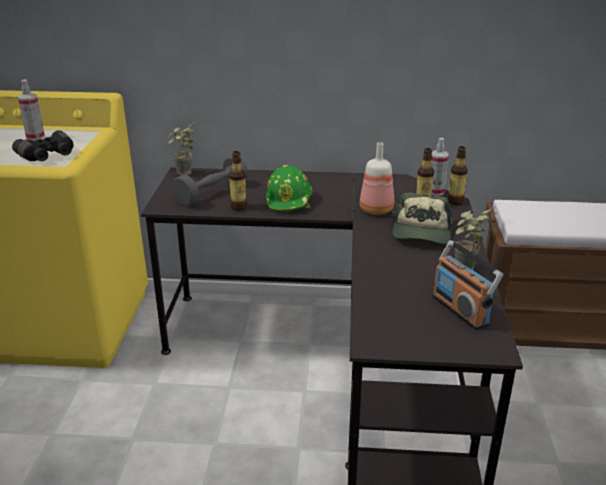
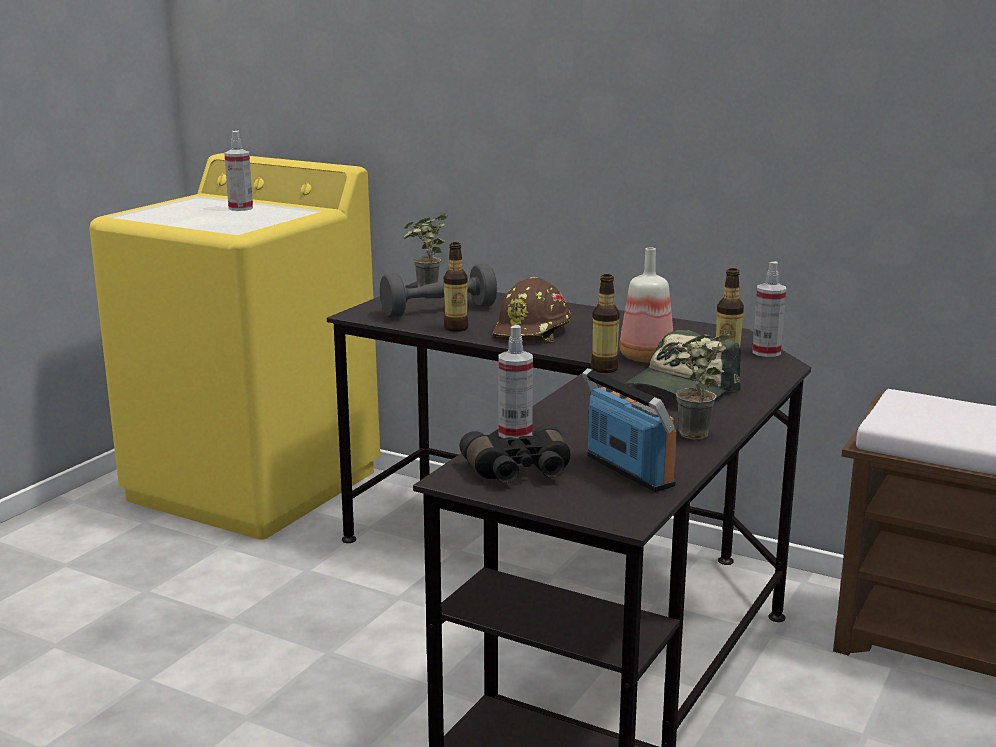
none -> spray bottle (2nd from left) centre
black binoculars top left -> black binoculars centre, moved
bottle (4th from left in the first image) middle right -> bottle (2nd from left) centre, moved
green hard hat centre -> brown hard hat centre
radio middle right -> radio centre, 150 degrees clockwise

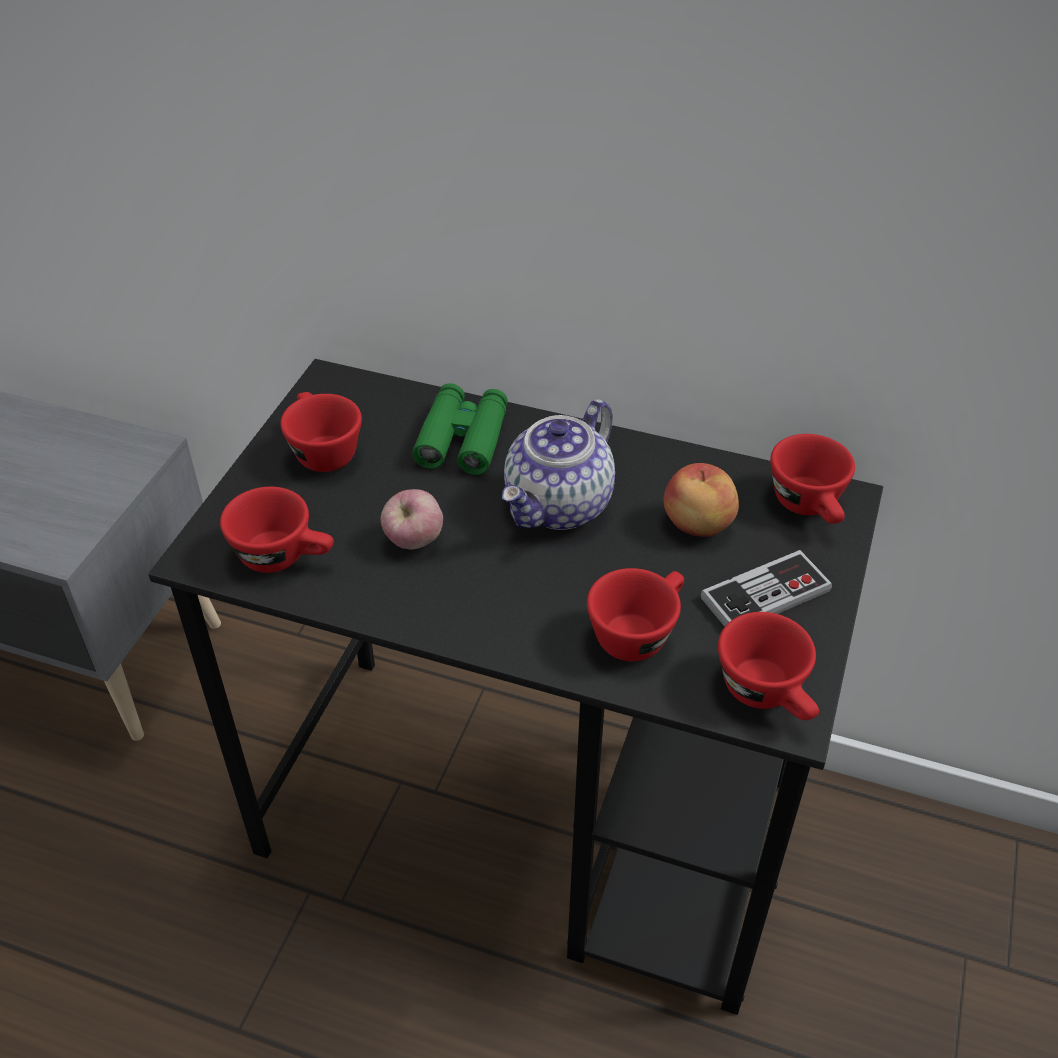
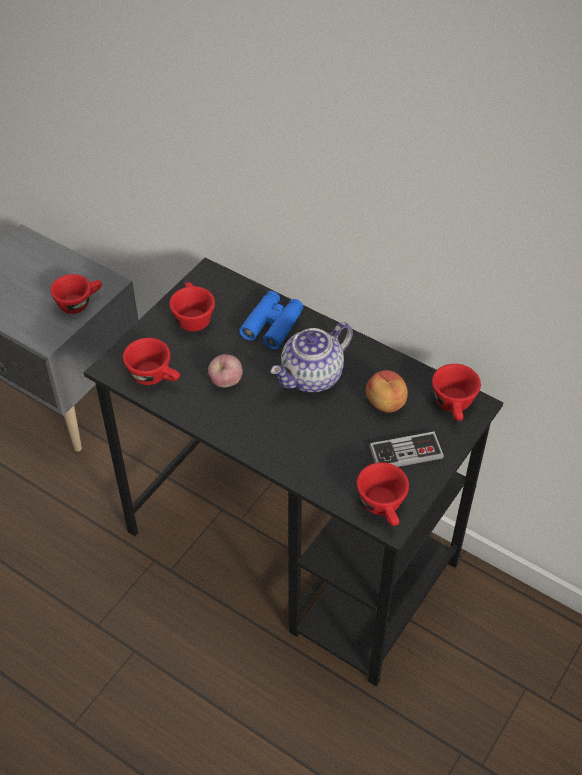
red cup (3rd from left in the first image) centre -> red cup (1st from left) middle left, moved
green binoculars centre -> blue binoculars centre

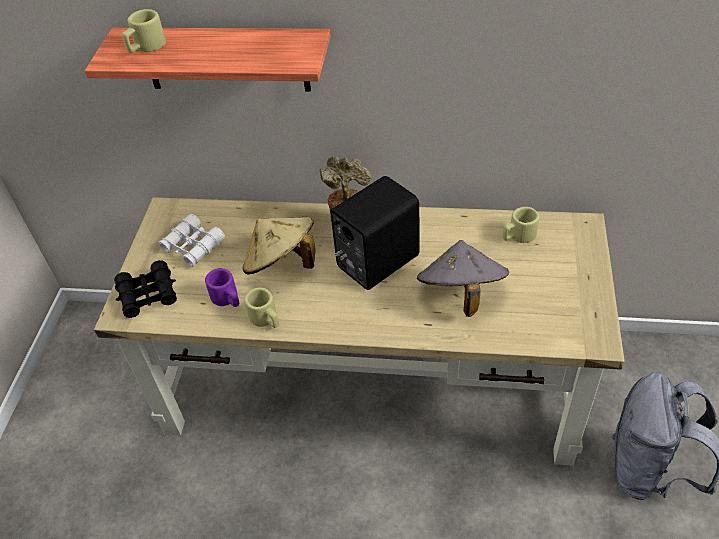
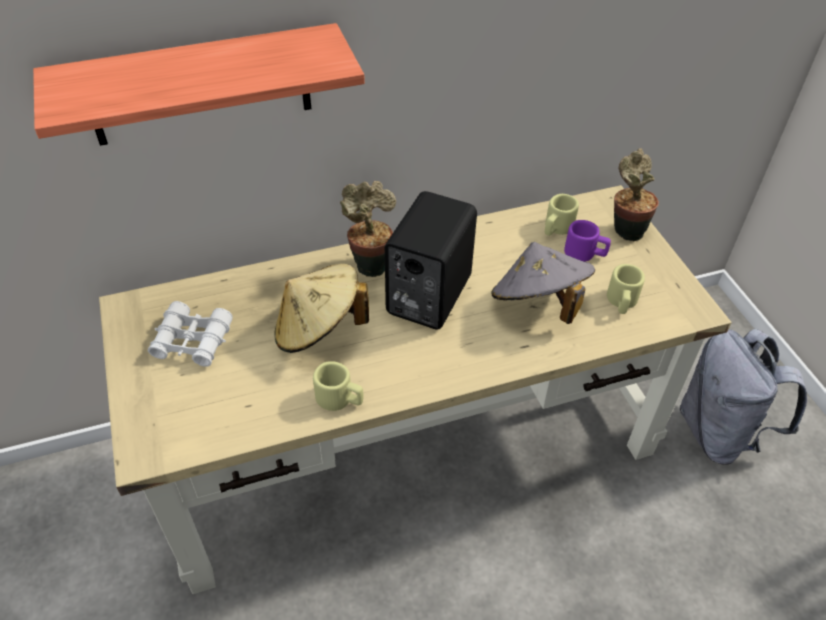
black binoculars middle left -> none
none -> potted plant (2nd from left) top right
beige mug (1st from left in the first image) top left -> beige mug (3rd from left) middle right, moved
purple mug middle left -> purple mug middle right, moved

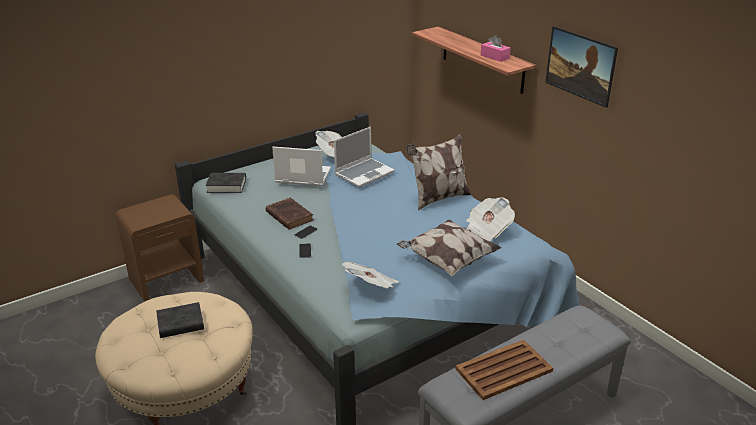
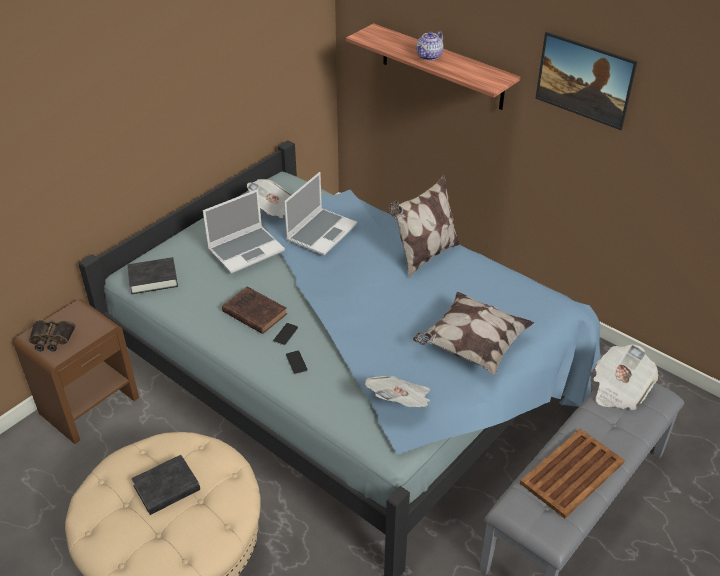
pink tissue box top centre -> none
none -> binoculars middle left
none -> teapot top centre
newspaper (3rd from left) centre -> newspaper (3rd from left) middle right, moved
laptop (1st from left) centre, 150 degrees clockwise

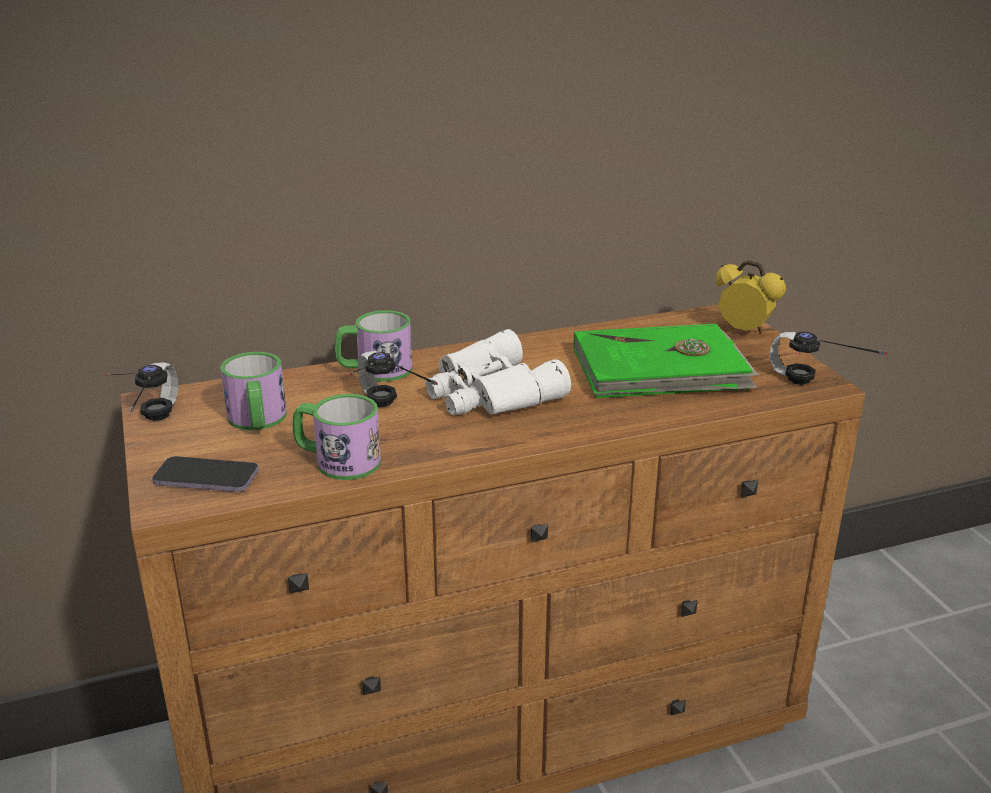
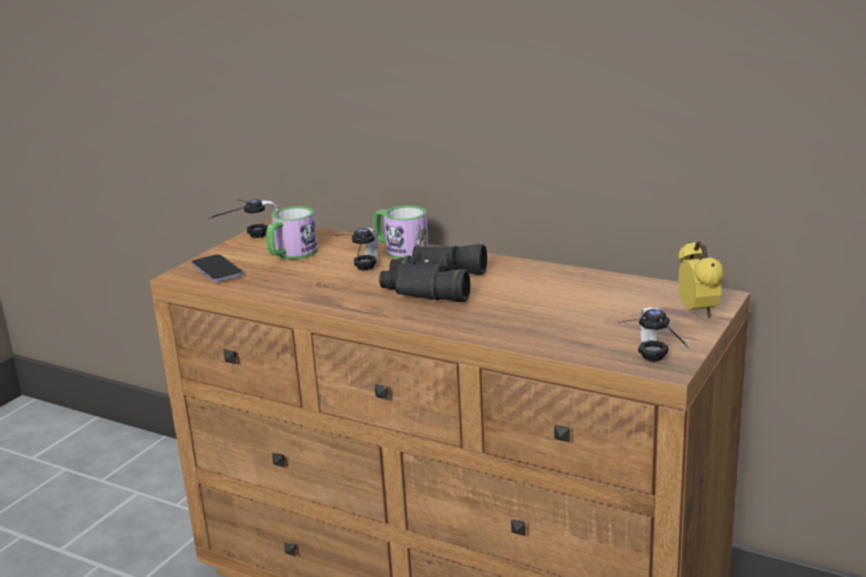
mug (2nd from left) centre -> none
green book middle right -> none
white binoculars centre -> black binoculars centre

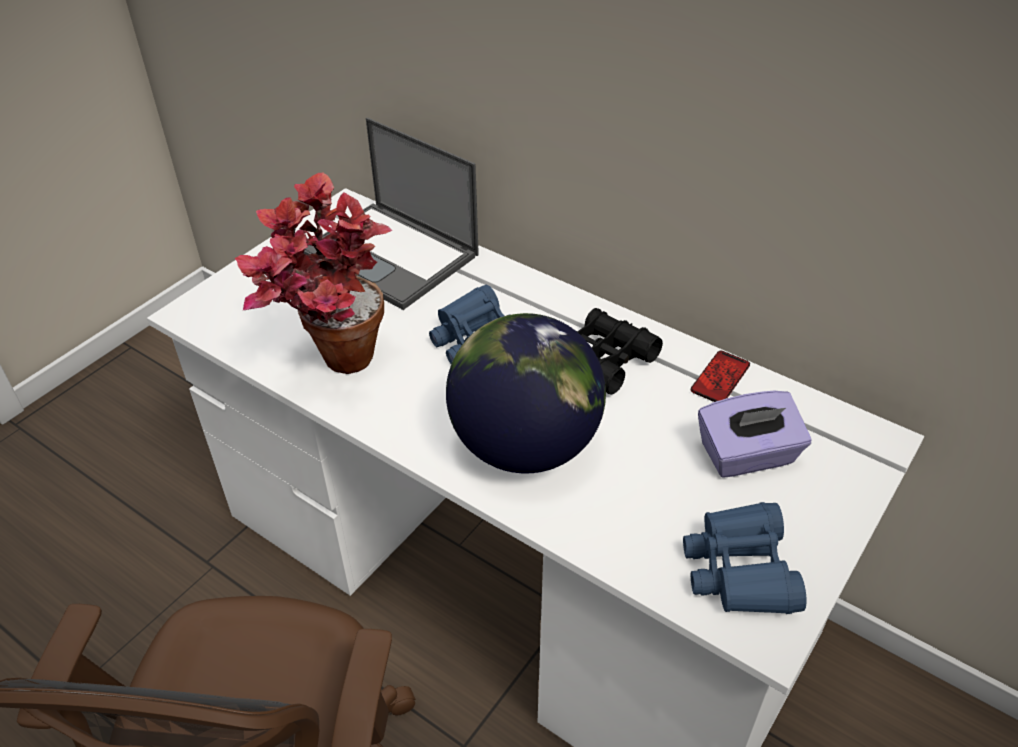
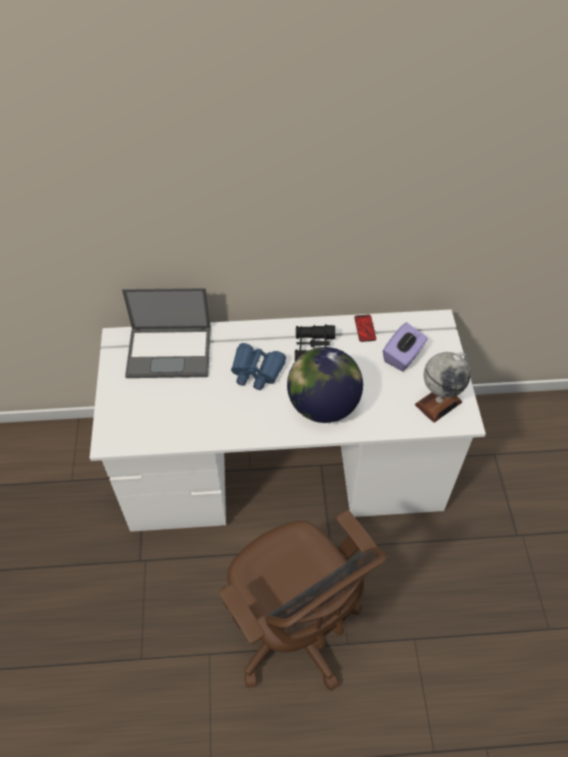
potted plant middle left -> none
blue binoculars (2nd from left) bottom right -> globe (2nd from left) middle right

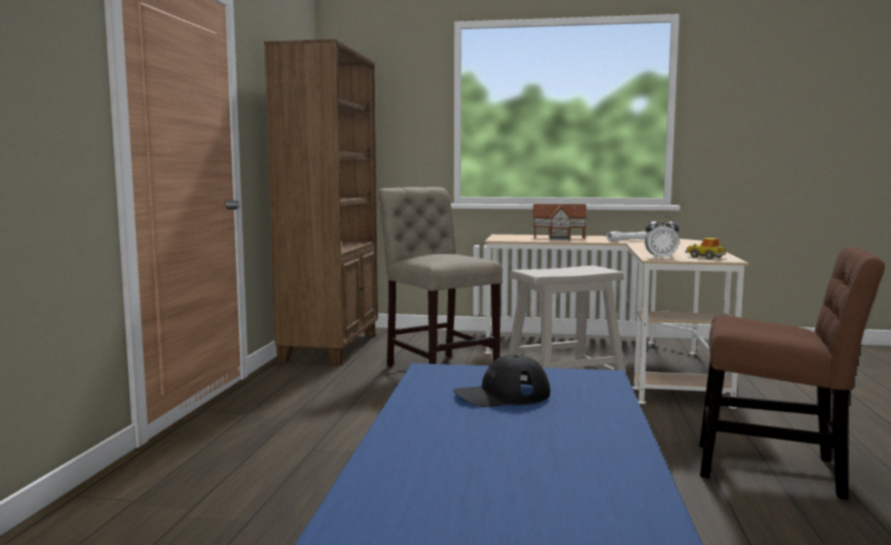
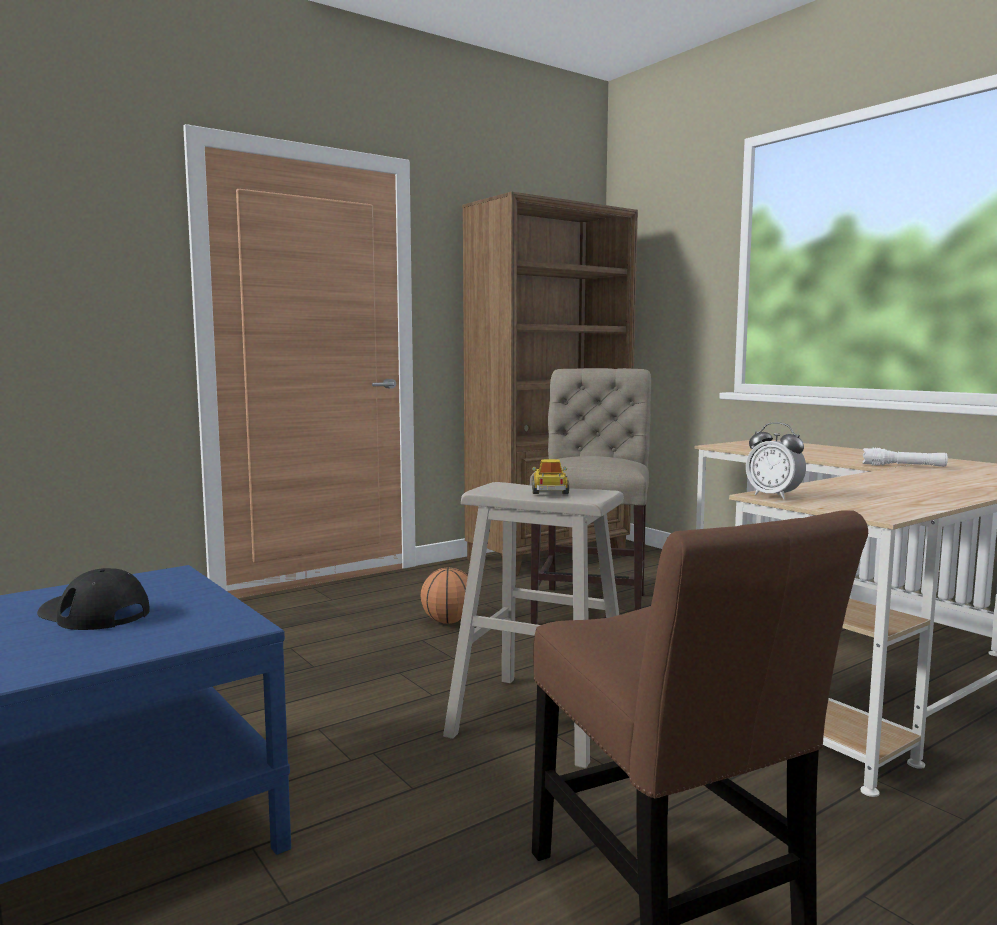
toy house centre -> none
none -> basketball centre
toy car middle right -> toy car centre, moved

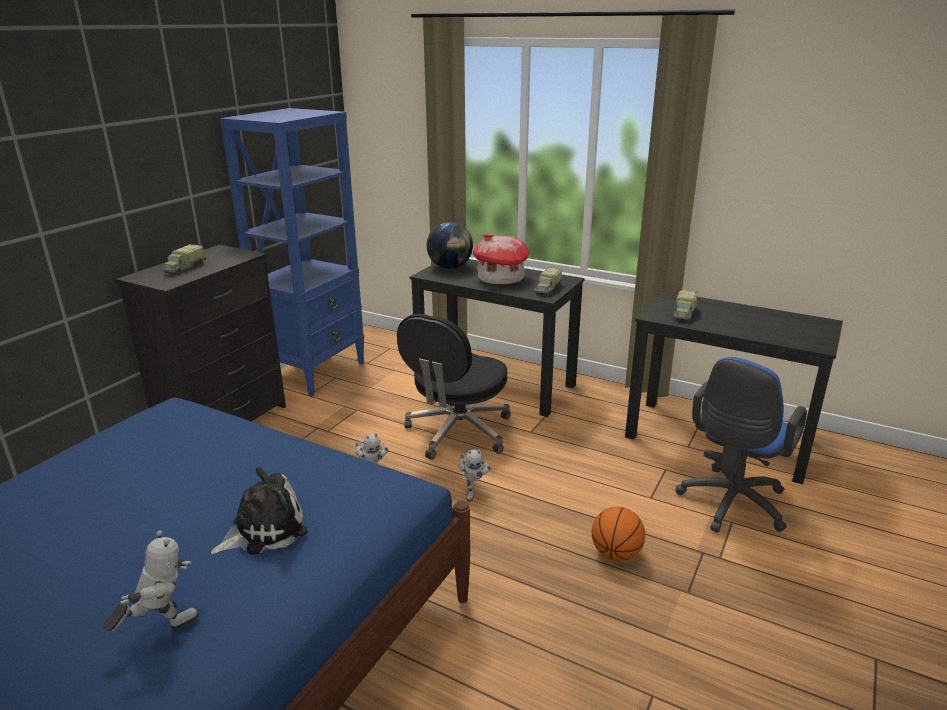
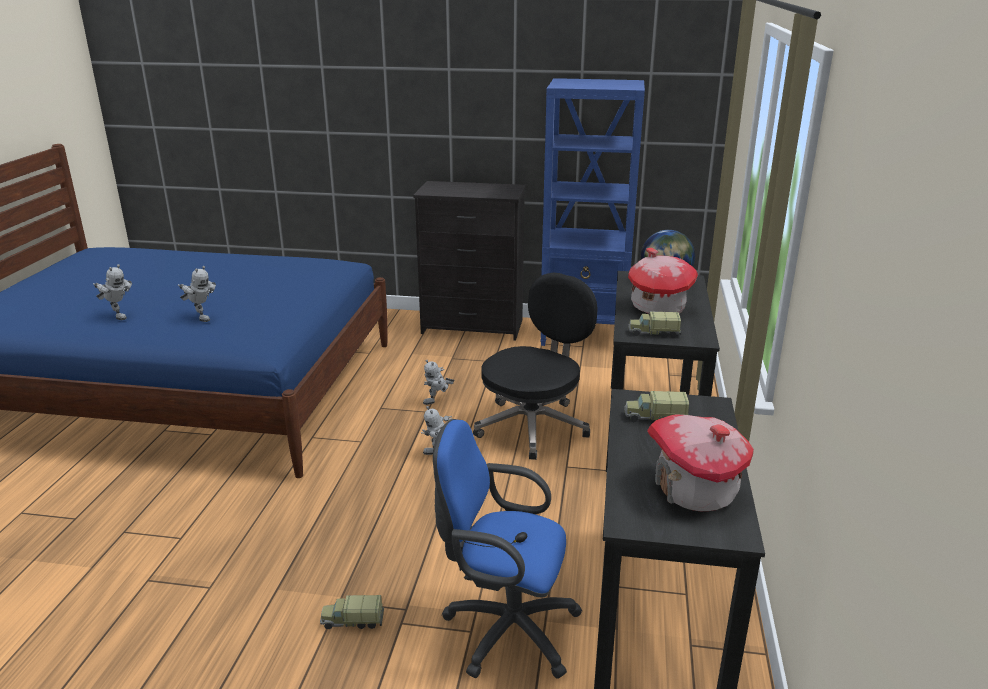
basketball bottom centre -> none
none -> toy house (2nd from left) bottom right
toy truck (1st from left) middle left -> toy truck (1st from left) bottom centre, moved
plush toy bottom left -> toy robot (2nd from left) middle left
black office chair centre, 120 degrees clockwise

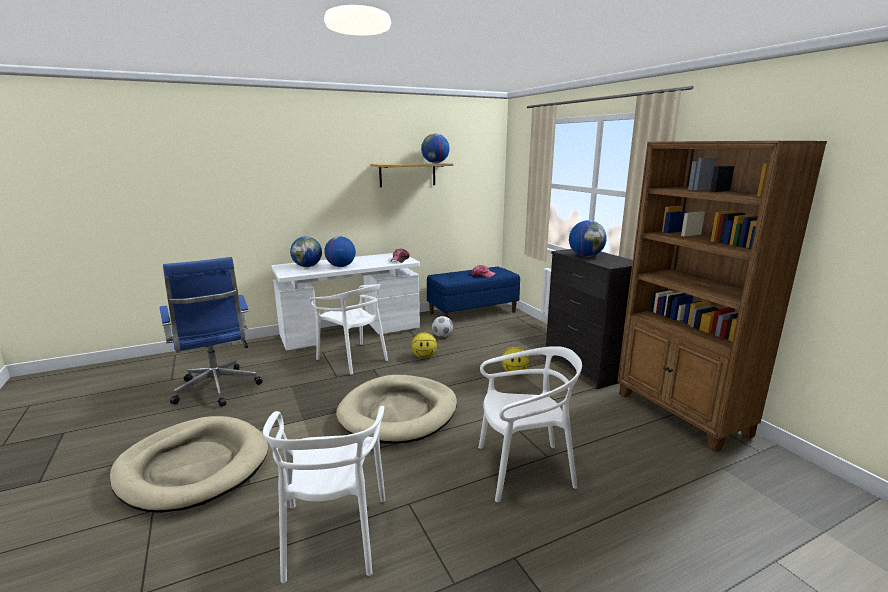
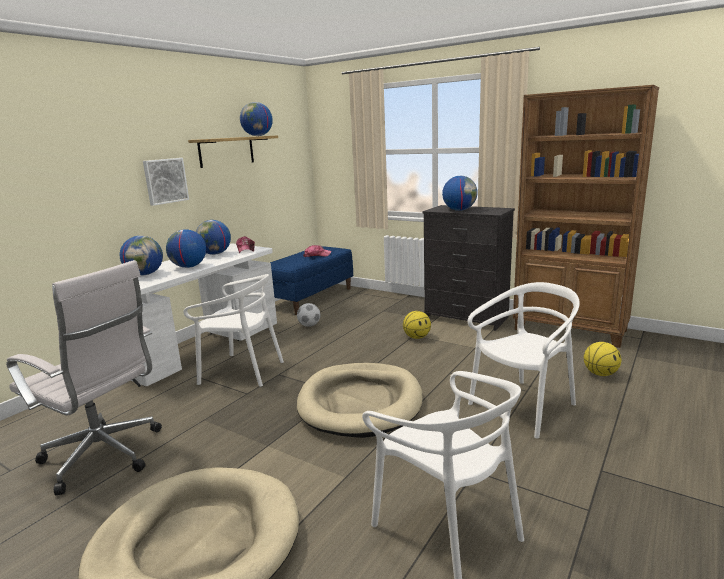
none -> picture top left
none -> globe (3rd from left) middle left
basketball (1st from left in the first image) centre -> basketball (2nd from left) middle right, moved
blue office chair middle left -> white office chair middle left

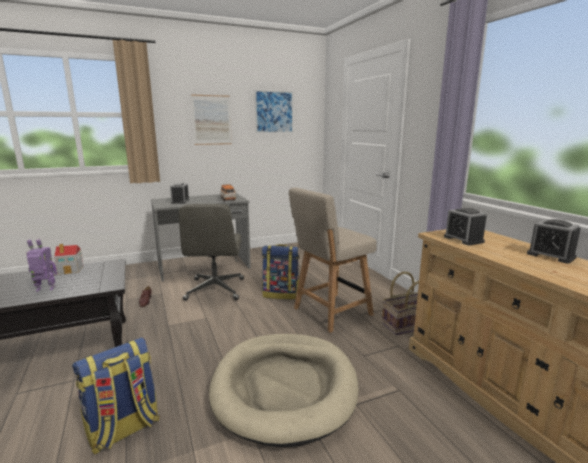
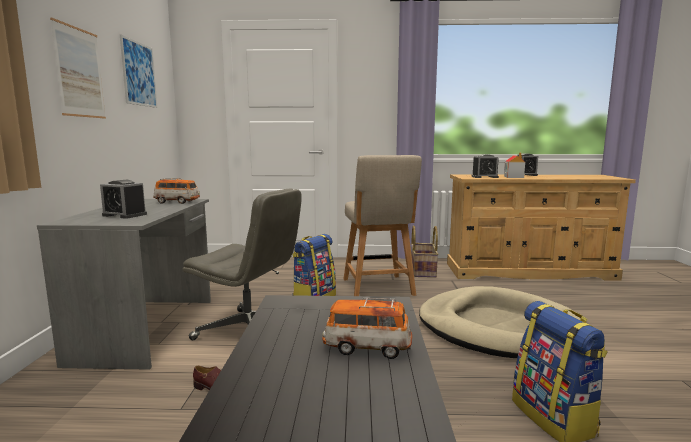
toy house middle left -> toy house middle right, moved
toy robot middle left -> toy car (2nd from left) bottom centre

